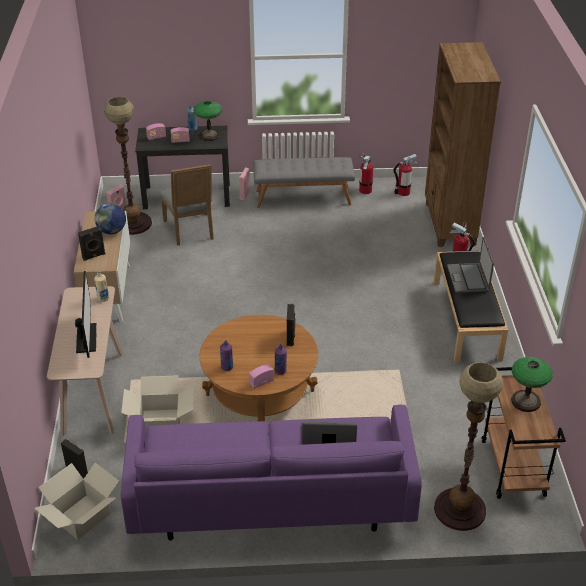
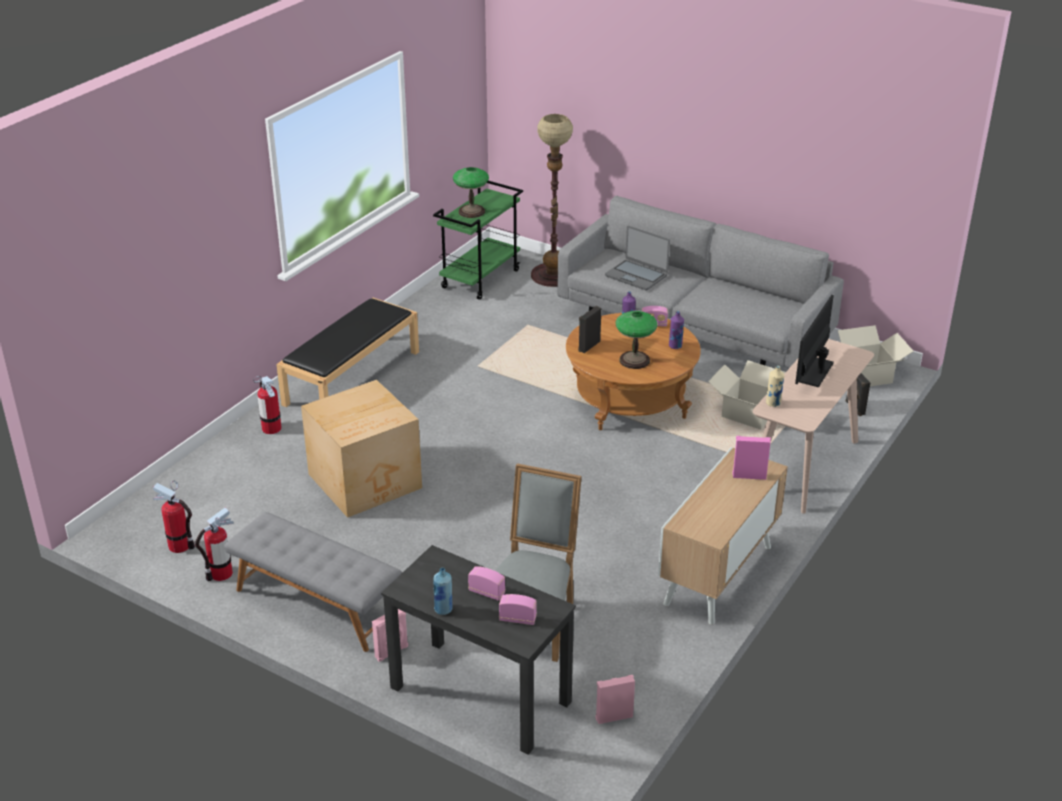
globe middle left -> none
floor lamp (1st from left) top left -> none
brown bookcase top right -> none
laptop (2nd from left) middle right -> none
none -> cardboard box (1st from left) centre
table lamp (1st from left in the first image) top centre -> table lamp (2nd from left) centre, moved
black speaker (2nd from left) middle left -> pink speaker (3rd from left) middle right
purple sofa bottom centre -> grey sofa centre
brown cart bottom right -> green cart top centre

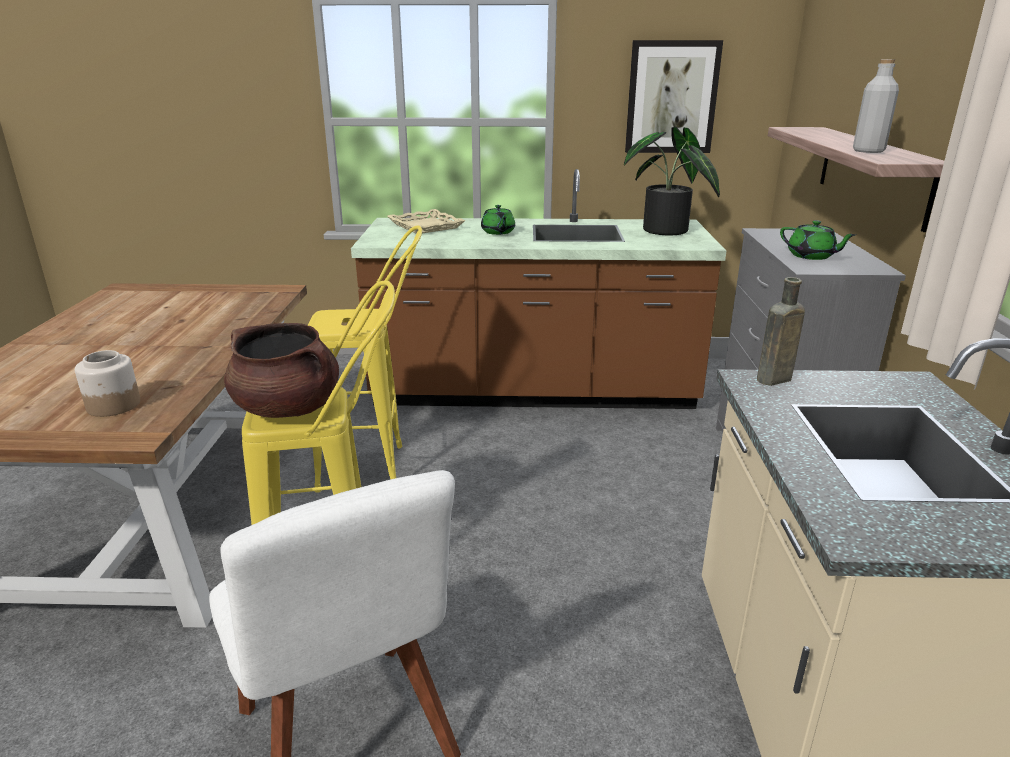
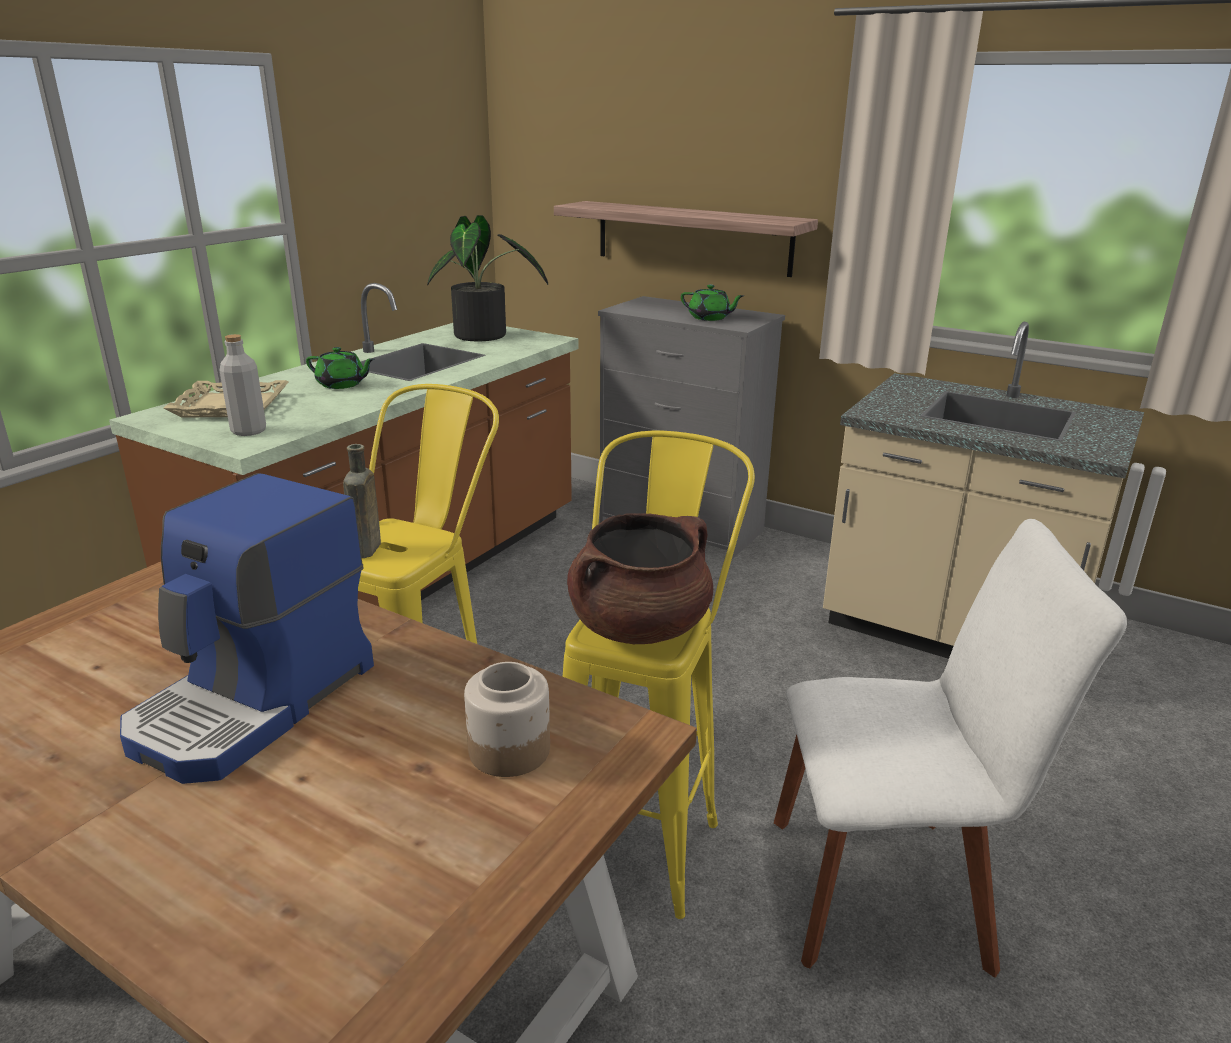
picture top right -> none
none -> coffee machine middle left
brown bottle middle right -> brown bottle middle left, moved
grey bottle top right -> grey bottle middle left, moved
green teapot (2nd from left) top right -> green teapot (2nd from left) top centre, 45 degrees clockwise

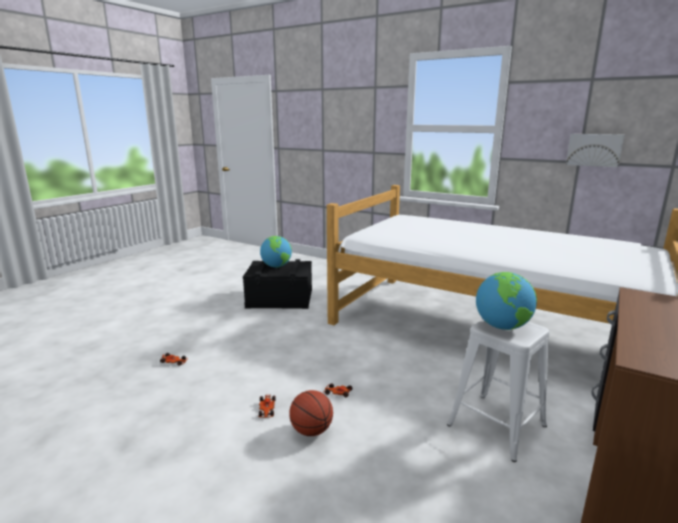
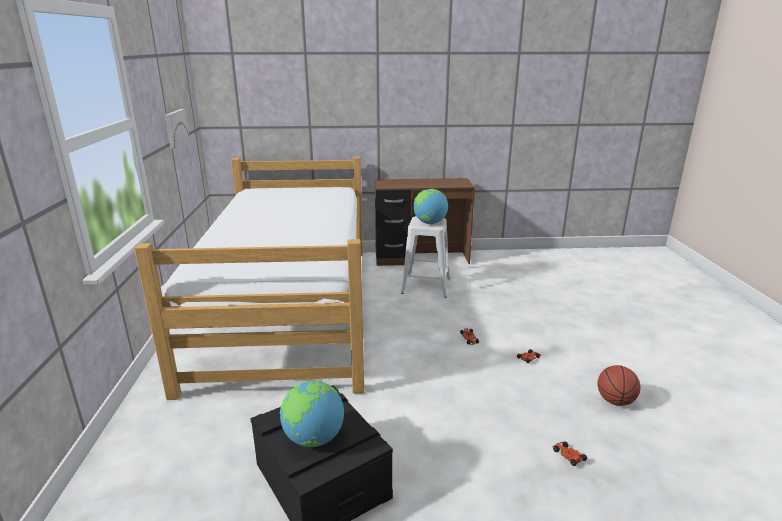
basketball bottom centre -> basketball bottom right, moved

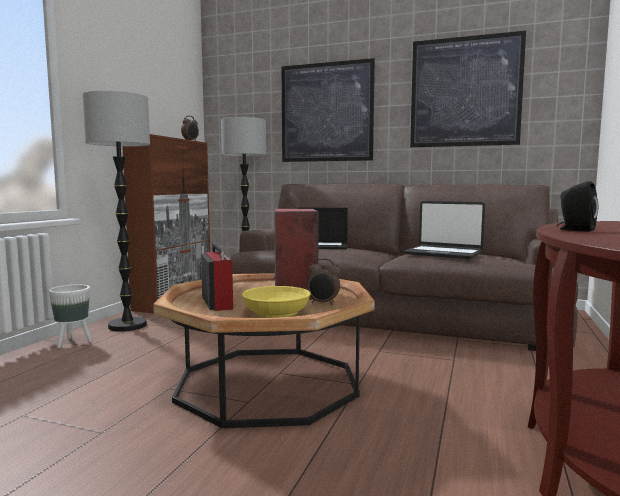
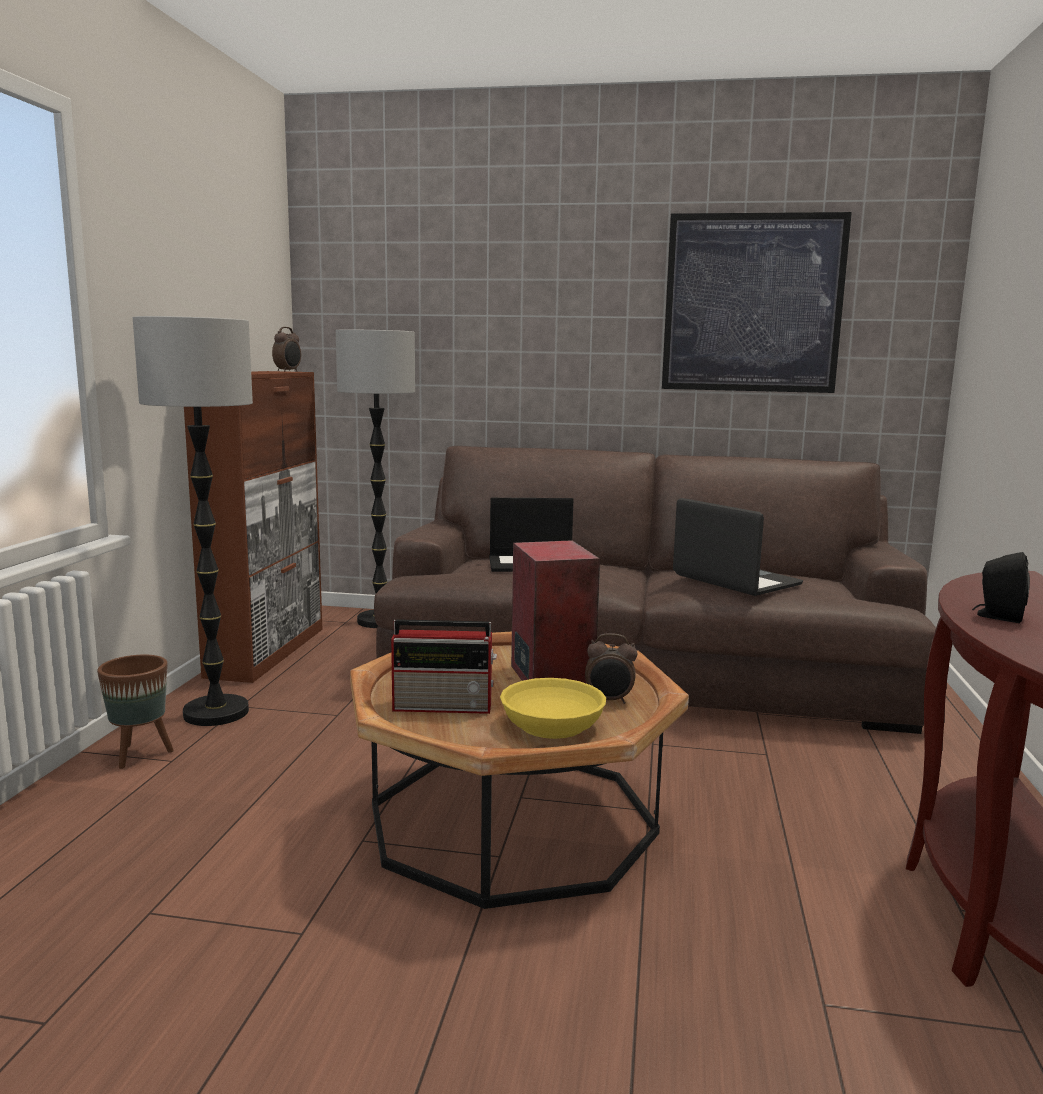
picture (1st from left) top centre -> none
white planter middle left -> brown planter middle left
radio centre, 120 degrees clockwise
laptop (2nd from left) middle right, 150 degrees counterclockwise

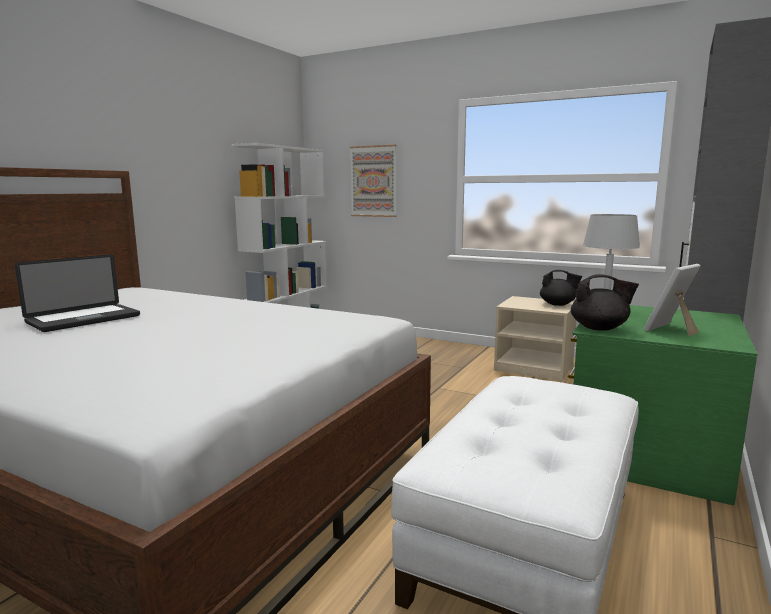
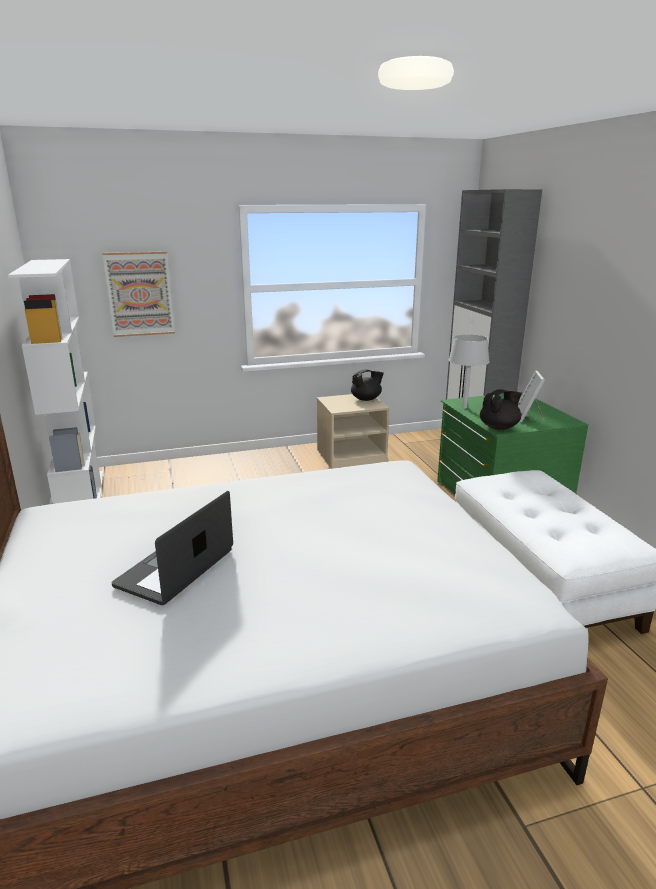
laptop middle left, 150 degrees counterclockwise

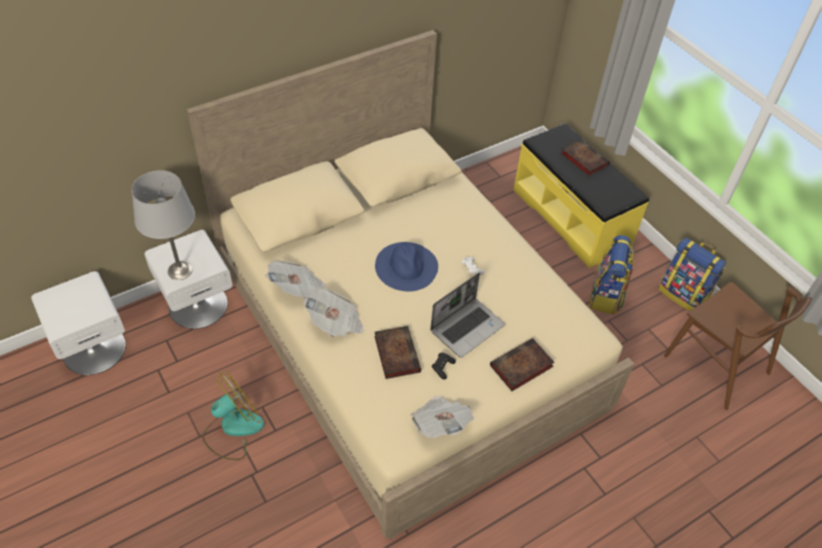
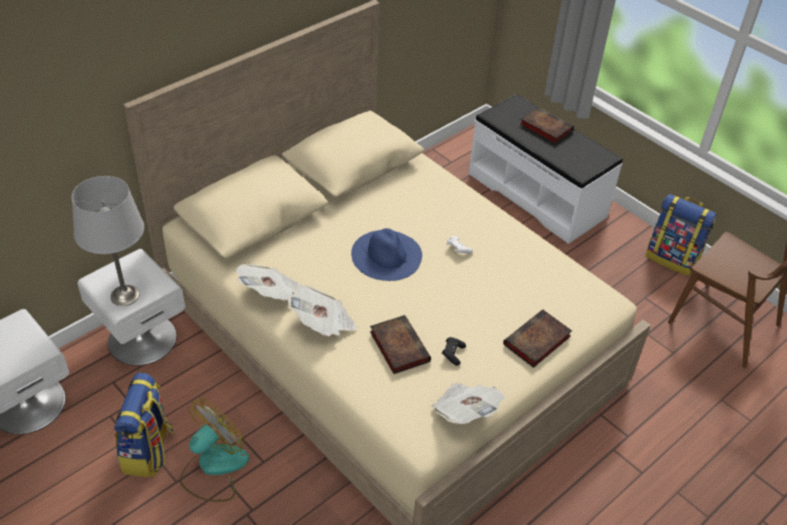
laptop centre -> none
backpack (1st from left) middle right -> backpack (1st from left) bottom left, moved
yellow bench middle right -> white bench top right

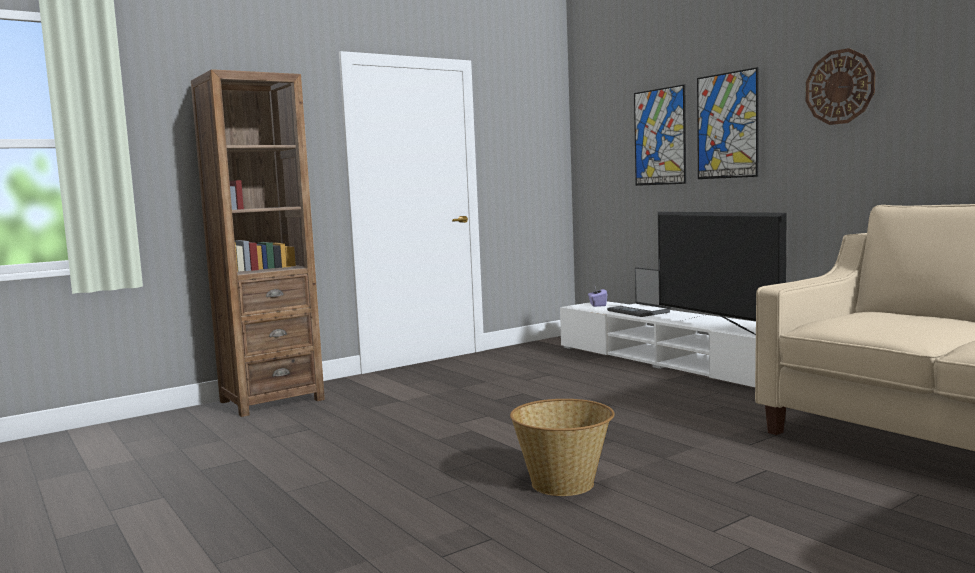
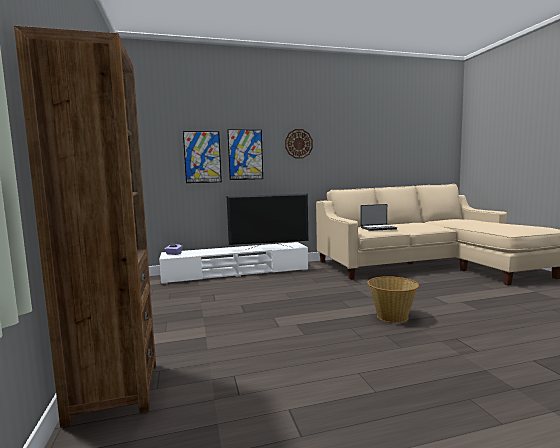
laptop centre -> laptop middle right, moved

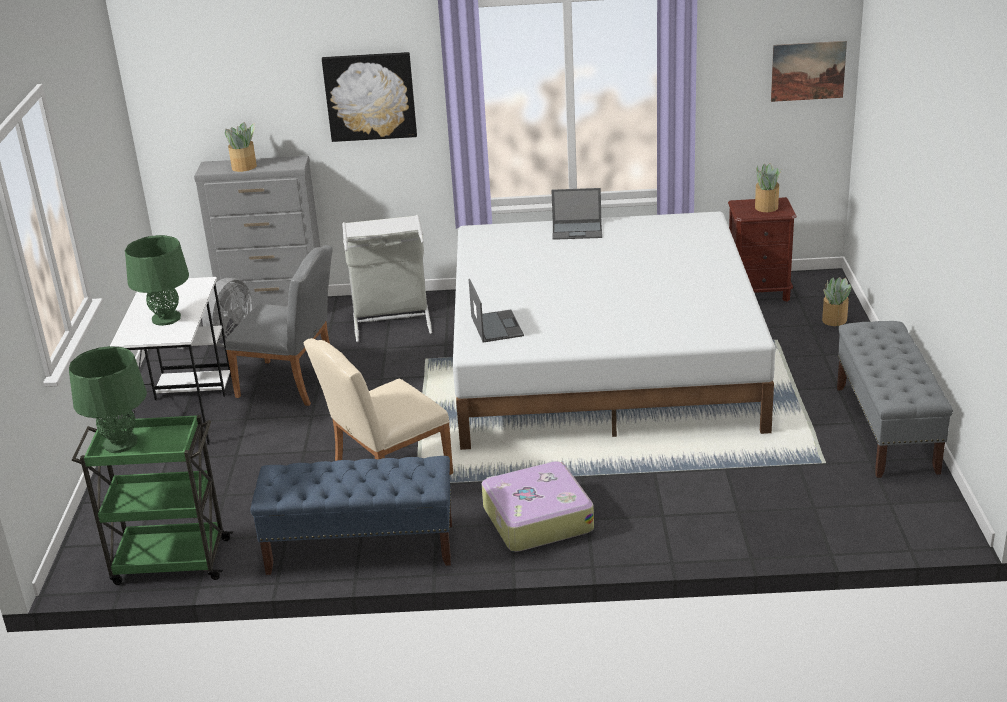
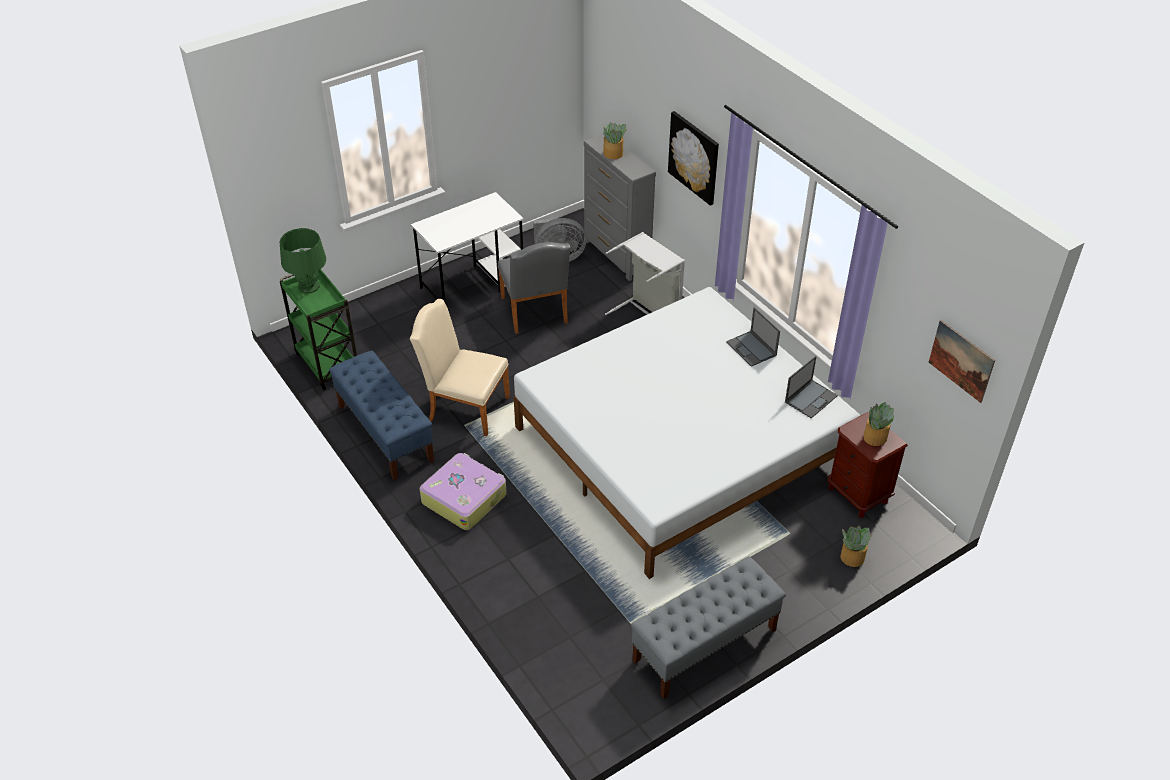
green table lamp (2nd from left) middle left -> none
laptop (1st from left in the first image) centre -> laptop (2nd from left) middle right, moved

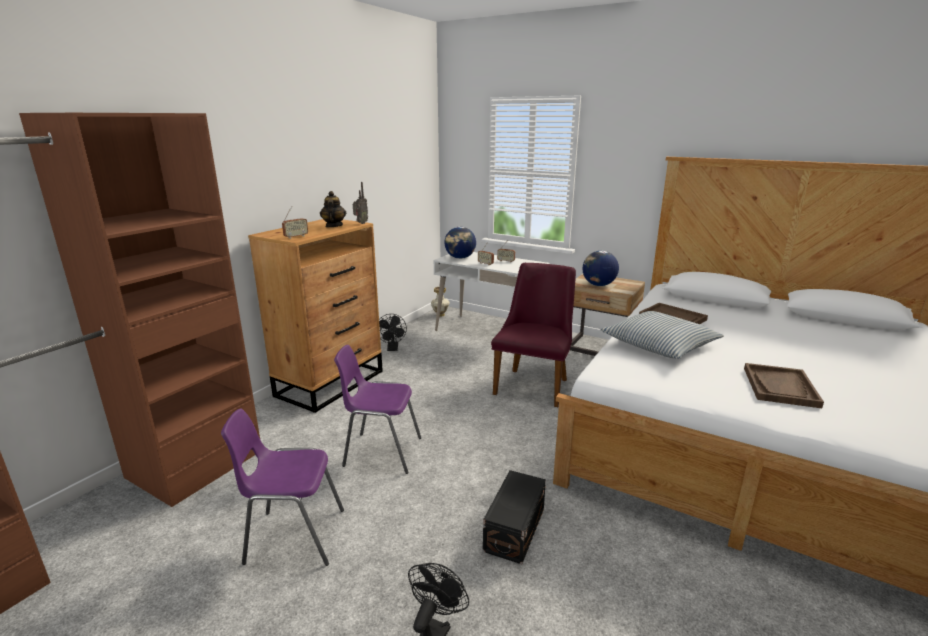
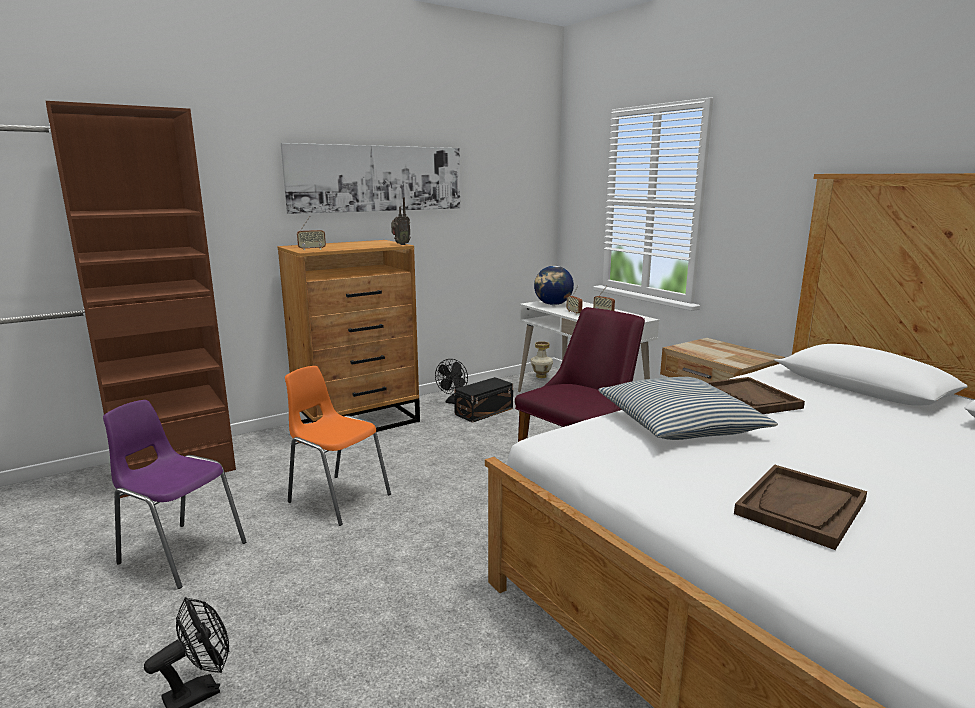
teapot top centre -> none
globe (2nd from left) centre -> none
none -> picture top centre
black storage box bottom centre -> black storage box centre, moved
purple chair (2nd from left) centre -> orange chair centre

